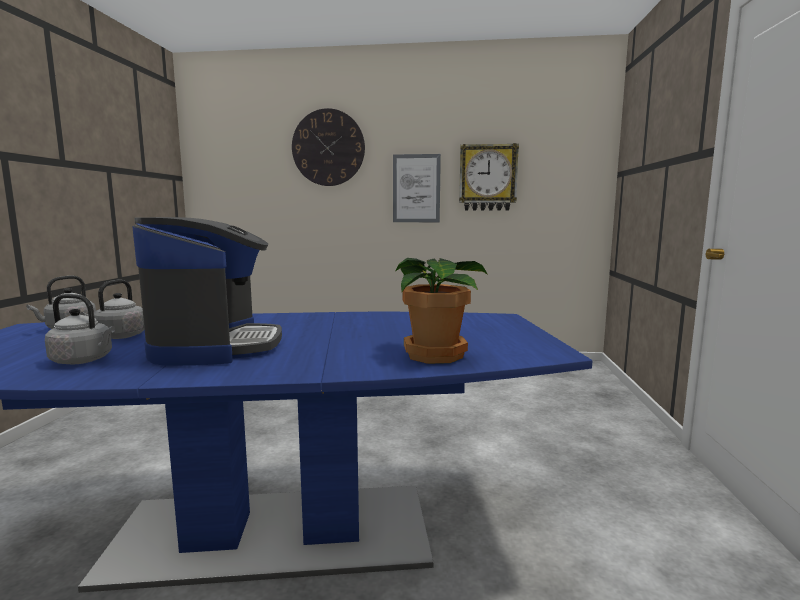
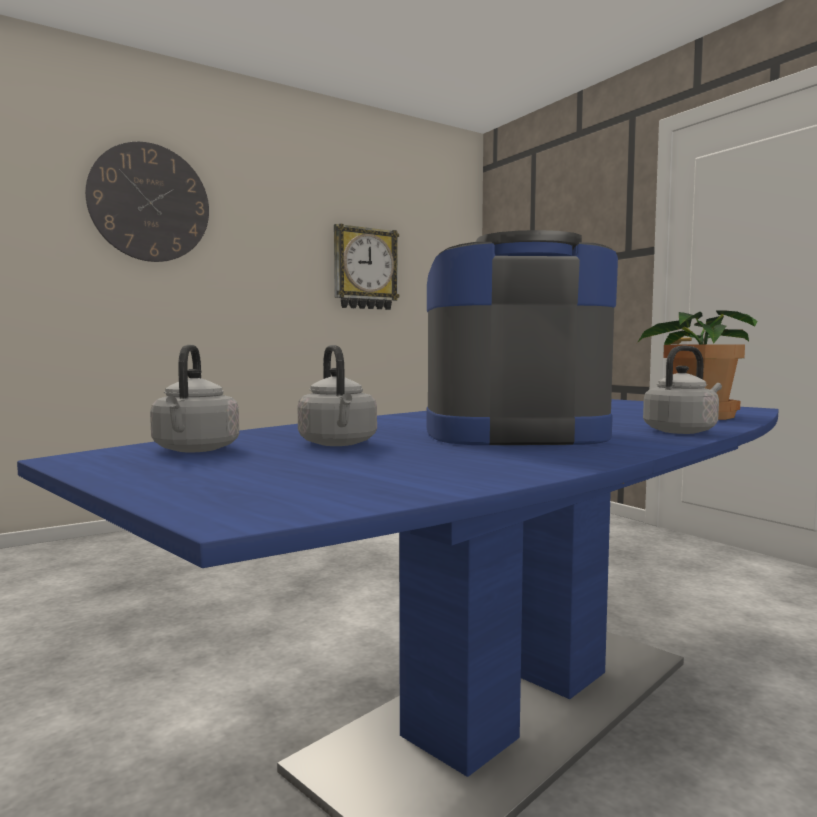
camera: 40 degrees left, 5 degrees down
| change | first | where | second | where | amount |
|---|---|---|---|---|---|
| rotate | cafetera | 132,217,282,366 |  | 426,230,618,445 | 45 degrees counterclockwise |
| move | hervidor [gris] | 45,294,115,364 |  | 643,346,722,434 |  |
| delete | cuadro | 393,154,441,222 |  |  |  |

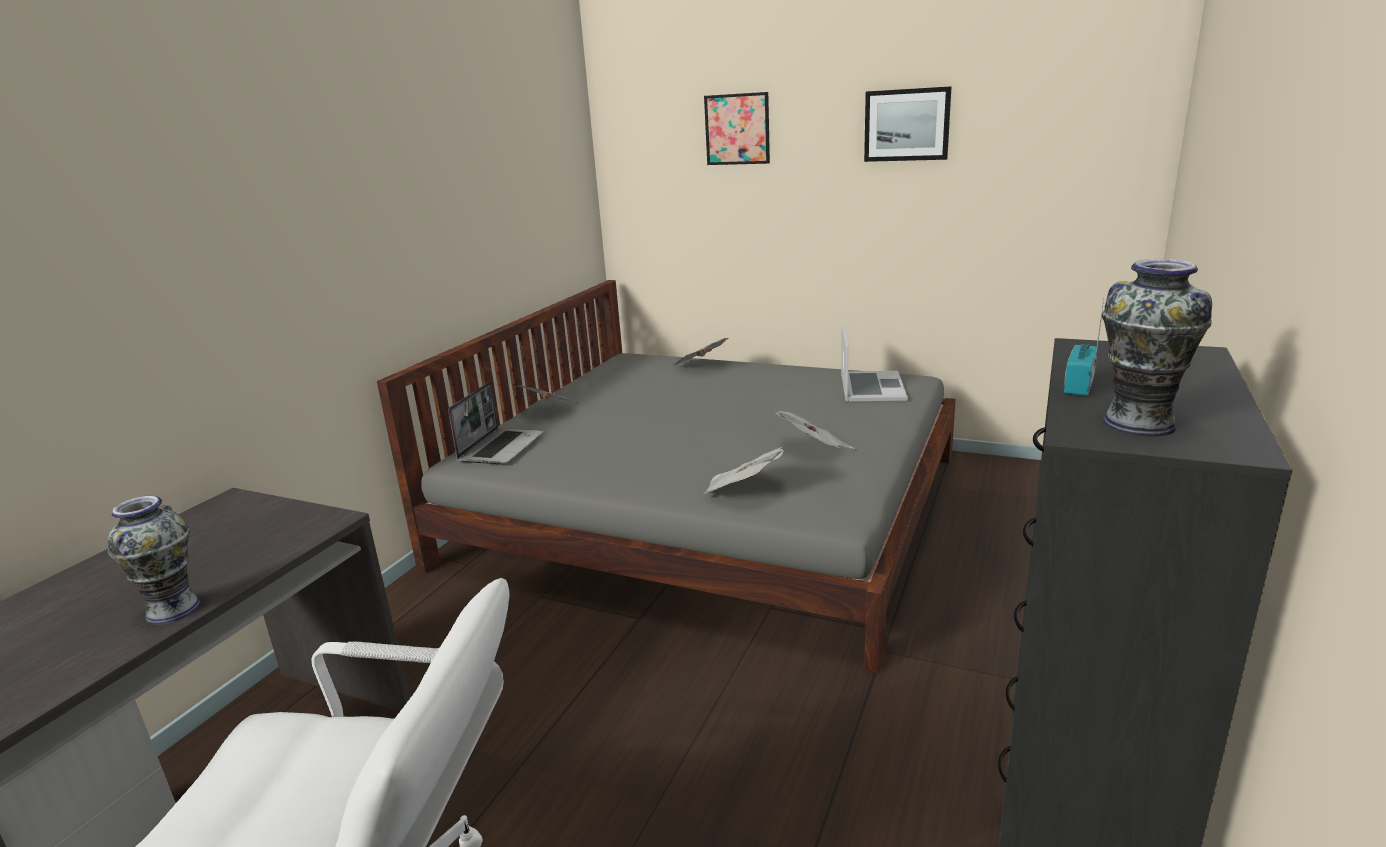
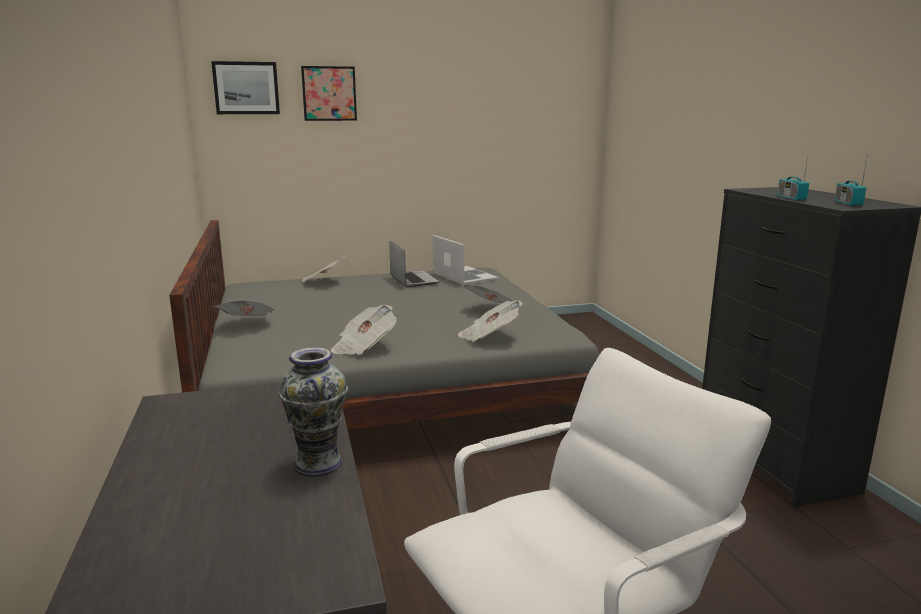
camera: 40 degrees left, 5 degrees down
| change | first | where | second | where | amount |
|---|---|---|---|---|---|
| move | cuadro | 864,86,952,162 |  | 211,61,280,114 |  |
| insert |  |  | periódico | 331,305,397,355 |  |
| move | portátil | 448,382,543,464 |  | 389,241,439,287 |  |
| replace | florero | 1102,259,1212,436 | radio | 835,153,868,206 |  |

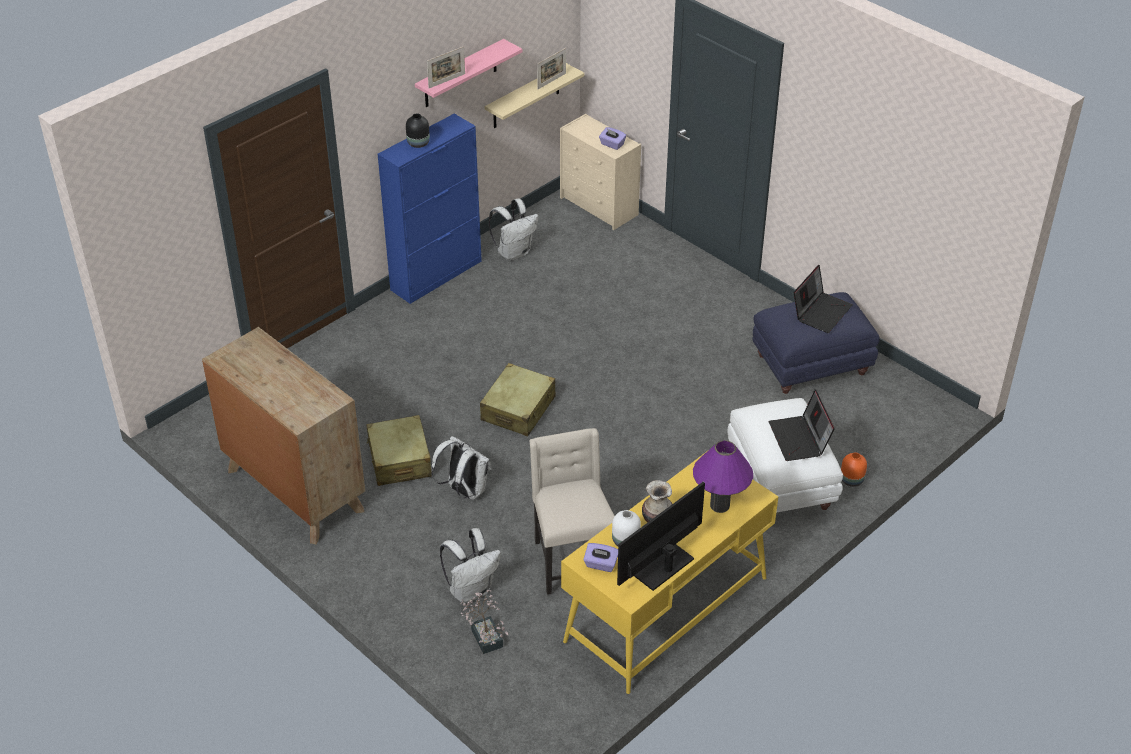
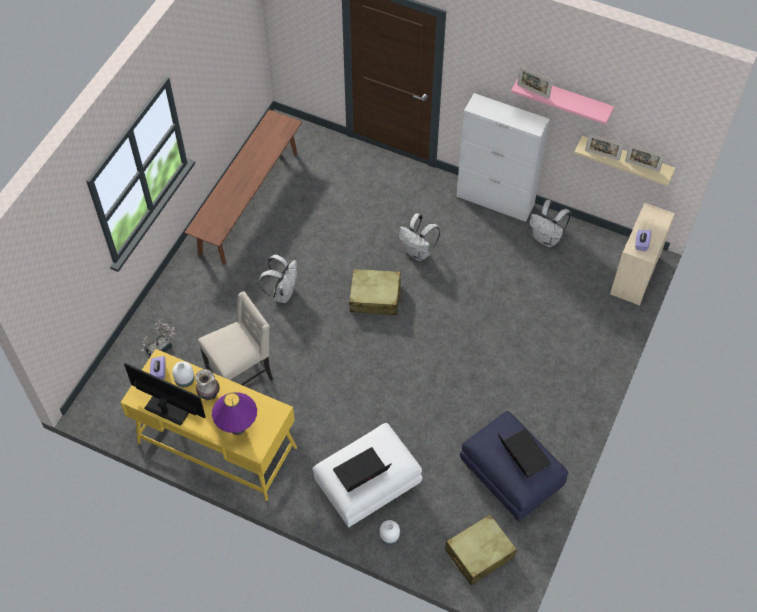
camera: 70 degrees right, 15 degrees up
| change | first | where | second | where | amount |
|---|---|---|---|---|---|
| replace | cómoda [marrón] | 202,327,365,544 | banco [marrón] | 184,110,302,265 |  |
| recolor | florero [naranja] | 841,452,867,487 | florero [blanco] | 380,520,400,545 |  |
| move | mochila [blanco] | 440,528,501,603 |  | 398,213,440,261 |  |
| move | maleta [beis] | 366,415,432,486 |  | 445,514,517,585 |  |
| recolor | armario [azul] | 378,114,482,304 | armario [blanco] | 456,93,550,222 |  |
| rotate | portátil | 794,265,853,333 |  | 498,429,551,478 | 135 degrees counterclockwise |
| insert |  |  | portarretratos | 585,134,624,161 |  |
| delete | florero [negro] | 406,113,430,148 |  |  |  |

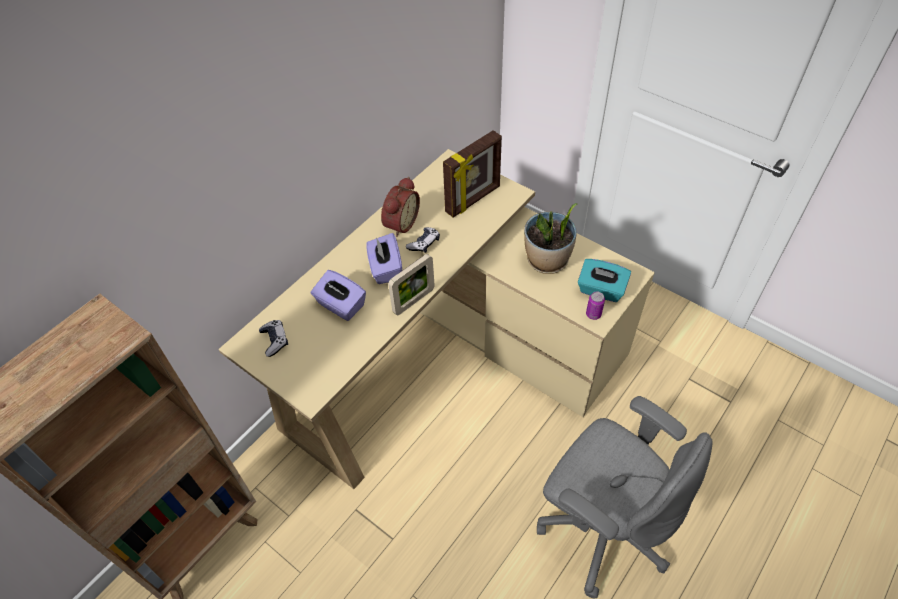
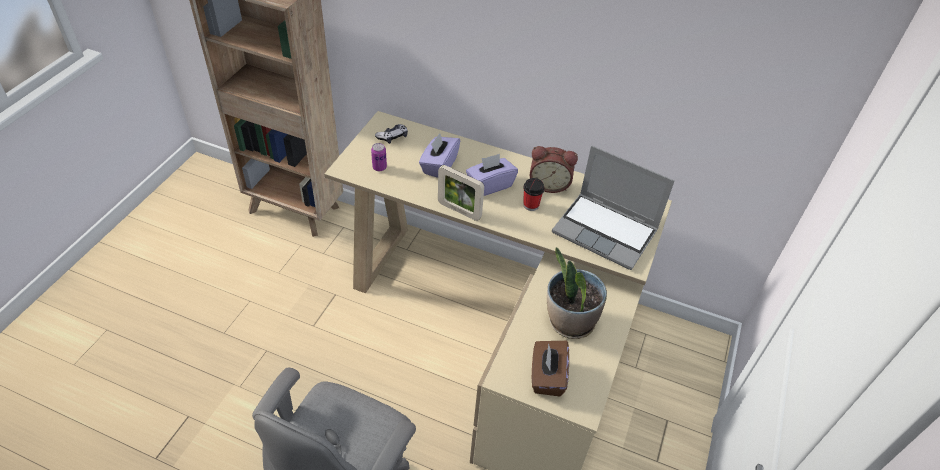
camera: 70 degrees right, 5 degrees down
| change | first | where | second | where | amount |
|---|---|---|---|---|---|
| move | lata | 586,292,605,320 |  | 371,143,387,171 |  |
| replace | mando de consola | 406,227,440,253 | taza | 523,178,544,211 |  |
| recolor | caja de pañuelos [turquesa] | 578,259,631,302 | caja de pañuelos [marrón] | 532,341,569,396 |  |
| replace | portarretratos | 443,130,502,217 | portátil | 552,146,675,270 |  |

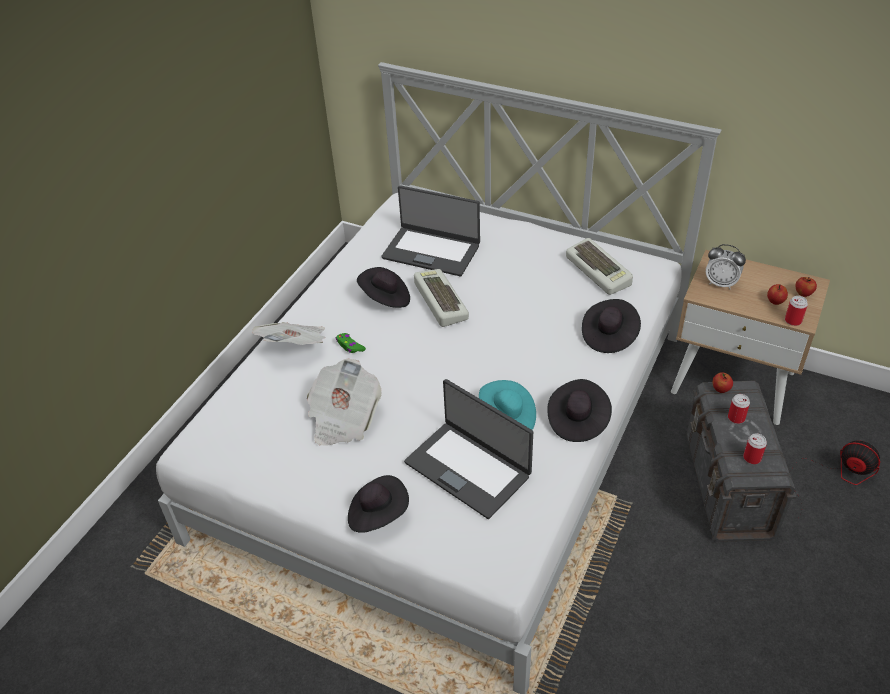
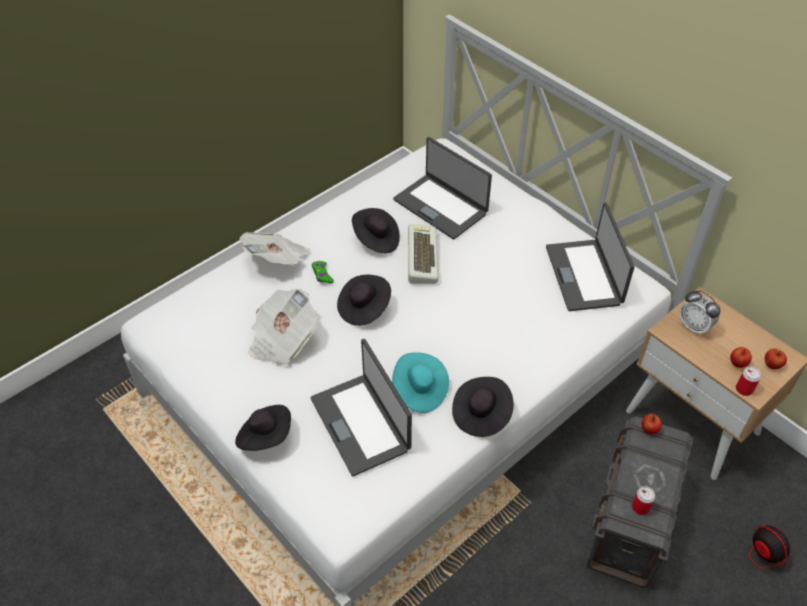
camera: 20 degrees right, 5 degrees up
| change | first | where | second | where | amount |
|---|---|---|---|---|---|
| move | sombrero [negro] | 582,299,641,353 |  | 337,275,391,326 |  |
| replace | teclado | 566,238,633,295 | portátil | 546,202,635,311 |  |
| delete | lata | 728,394,750,424 |  |  |  |

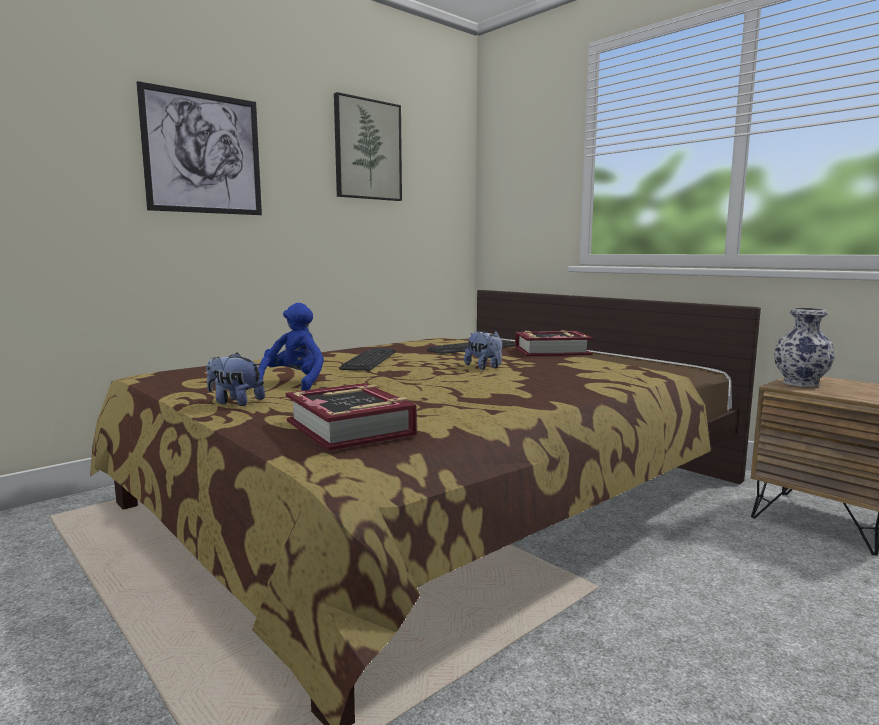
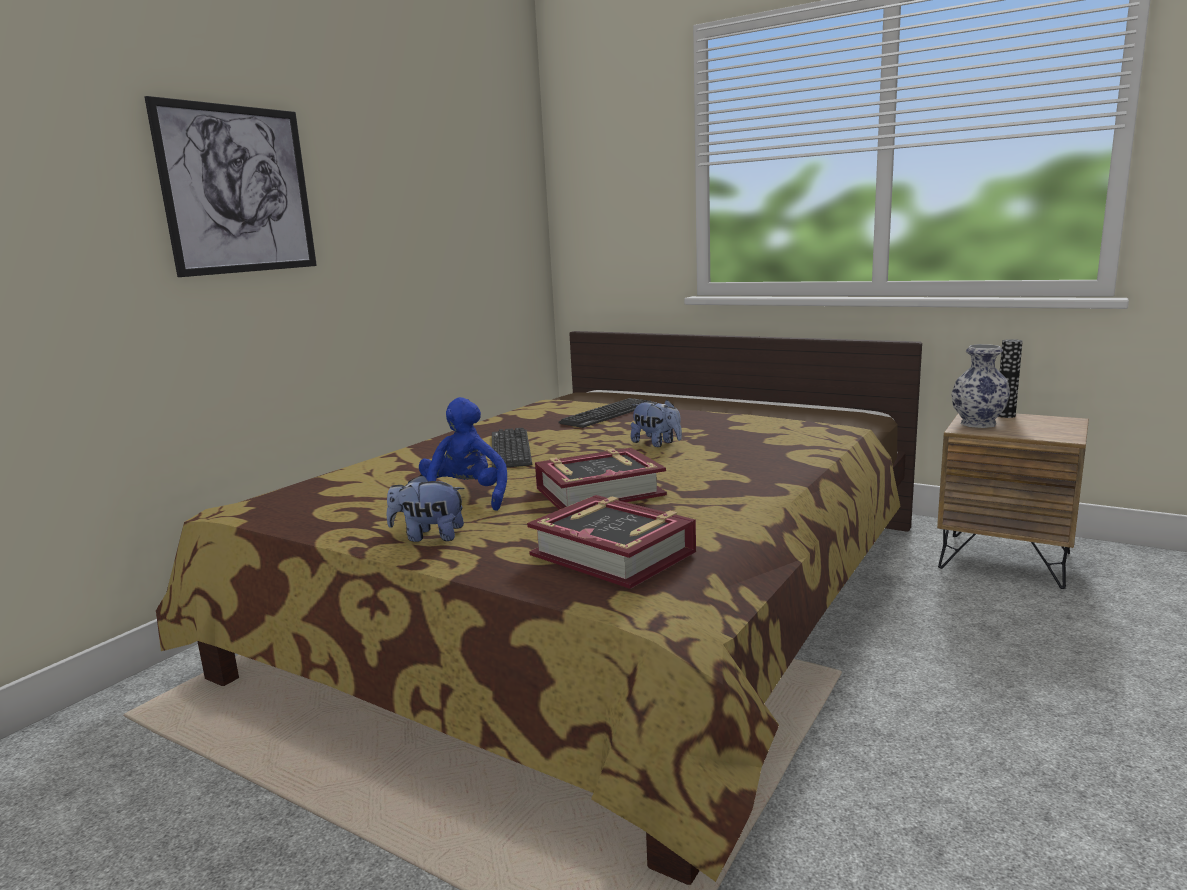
camera: 15 degrees left, 5 degrees up
| change | first | where | second | where | amount |
|---|---|---|---|---|---|
| move | libro | 515,330,593,356 |  | 535,448,667,510 |  |
| insert |  |  | florero | 998,339,1023,418 |  |
| delete | cuadro | 334,92,402,201 |  |  |  |

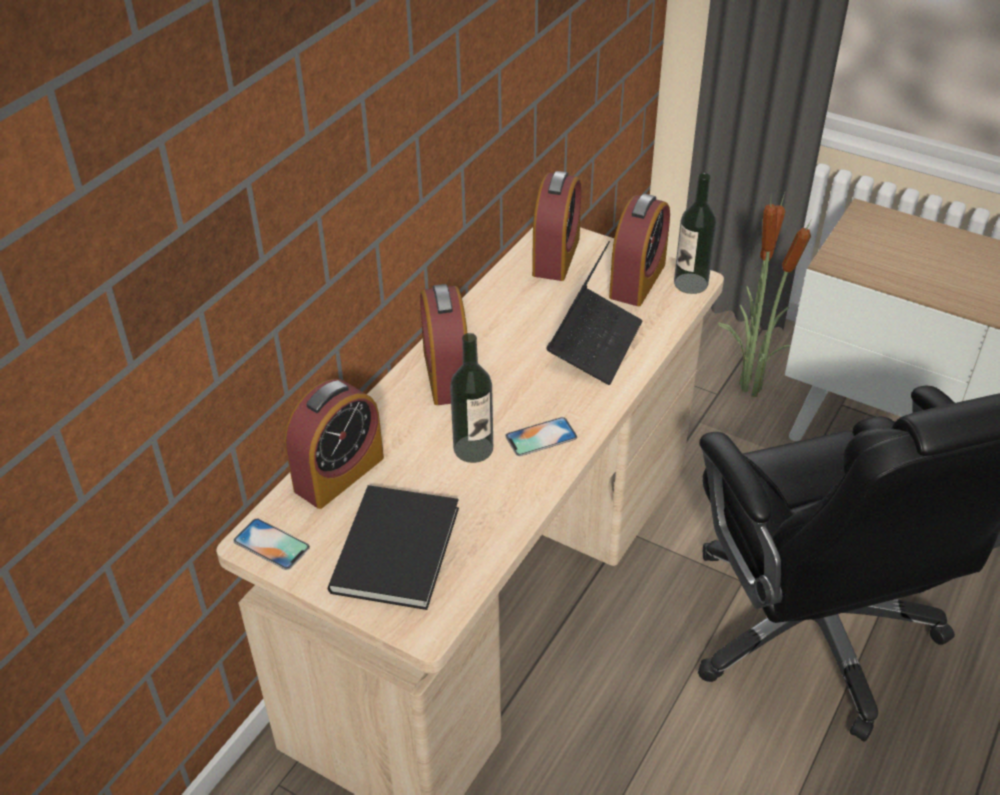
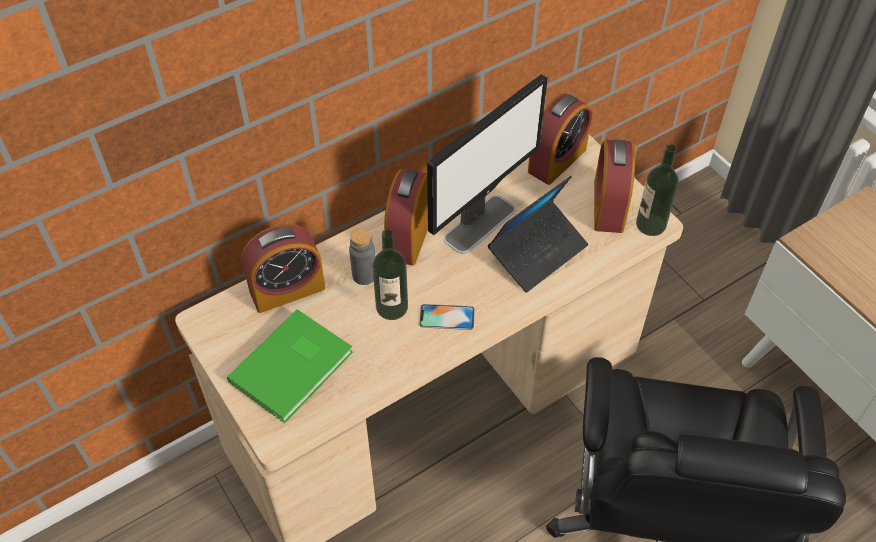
camera: 25 degrees right, 10 degrees up
| change | first | where | second | where | amount |
|---|---|---|---|---|---|
| recolor | libro [negro] | 328,485,459,610 | libro [verde] | 227,309,353,423 |  |
| insert |  |  | botella [gris] | 349,228,375,285 |  |
| insert |  |  | monitor | 427,74,548,253 |  |
| rotate | despertador | 609,194,670,306 |  | 594,140,635,233 | 135 degrees clockwise |
| delete | móvil | 233,519,310,570 |  |  |  |
| delete | planta en maceta | 718,193,811,397 |  |  |  |

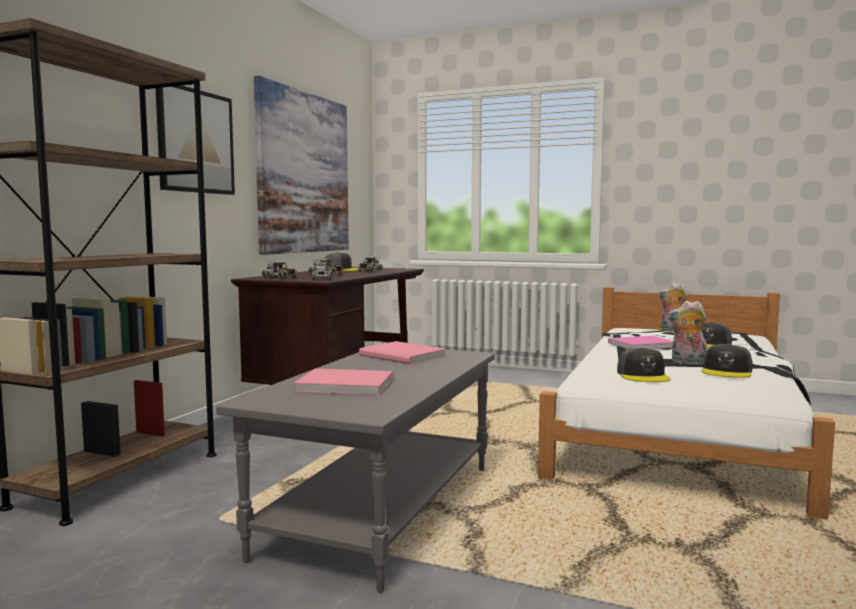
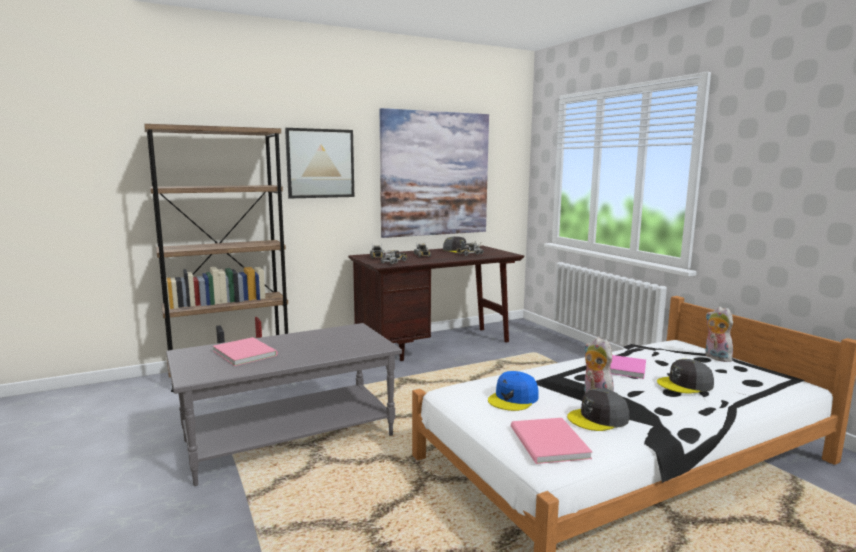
camera: 40 degrees right, 5 degrees up
| change | first | where | second | where | amount |
|---|---|---|---|---|---|
| recolor | gorra [gris] | 617,347,671,382 | gorra [azul] | 488,371,538,411 |  |
| move | libro [rosa] | 359,341,446,364 |  | 511,418,592,464 |  |

